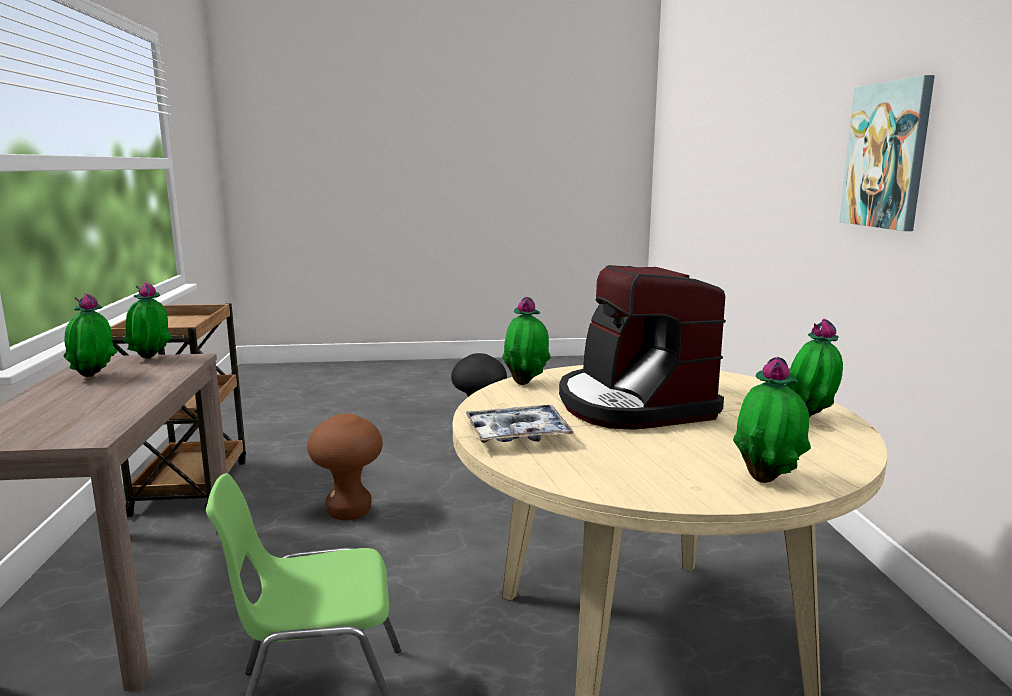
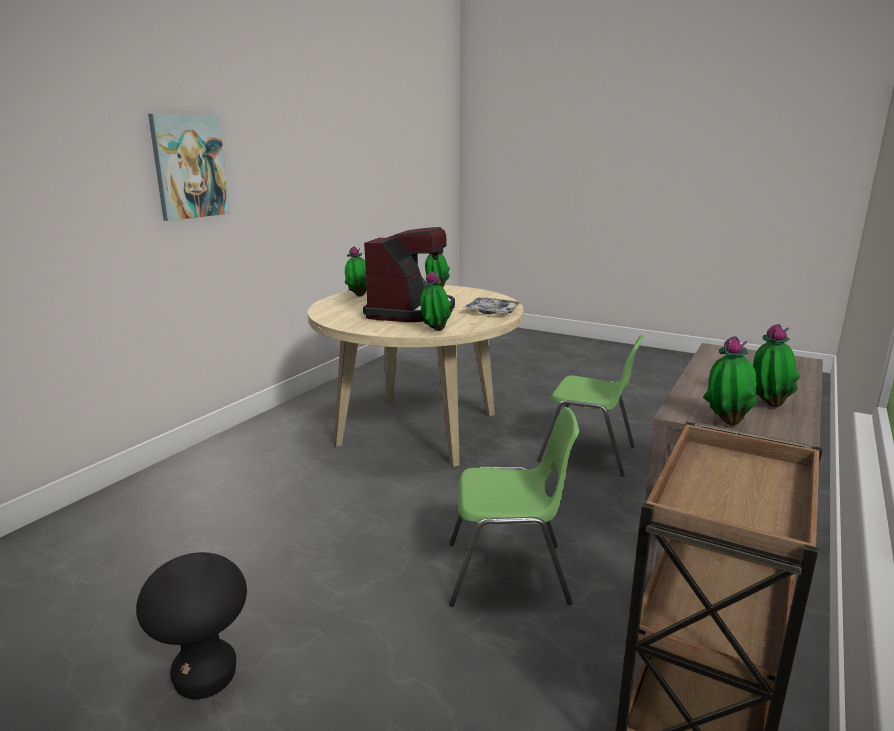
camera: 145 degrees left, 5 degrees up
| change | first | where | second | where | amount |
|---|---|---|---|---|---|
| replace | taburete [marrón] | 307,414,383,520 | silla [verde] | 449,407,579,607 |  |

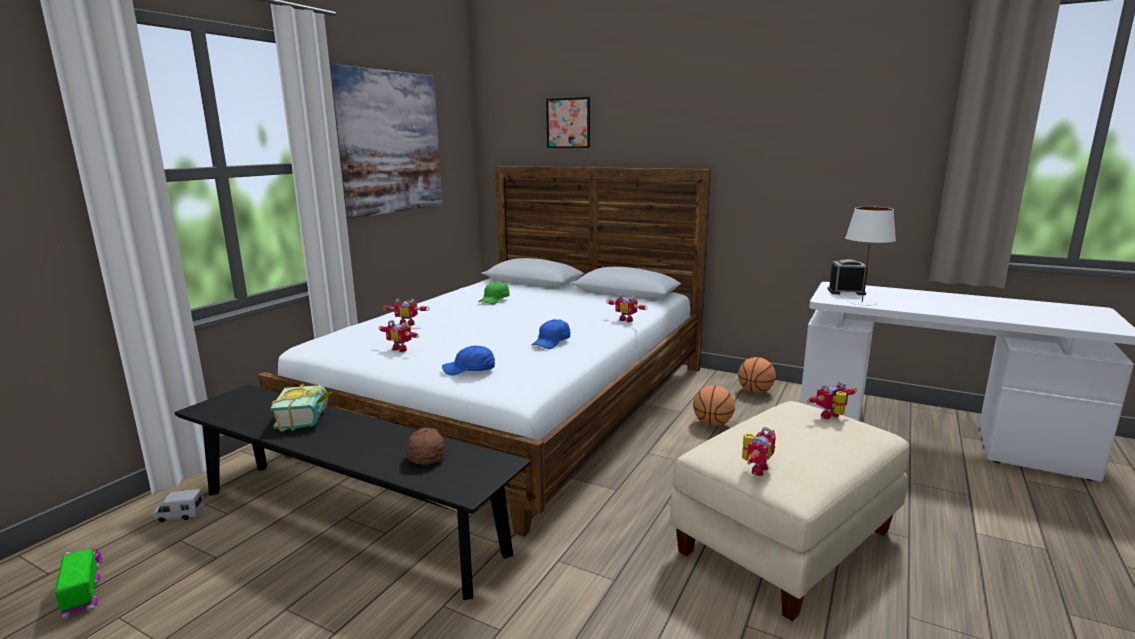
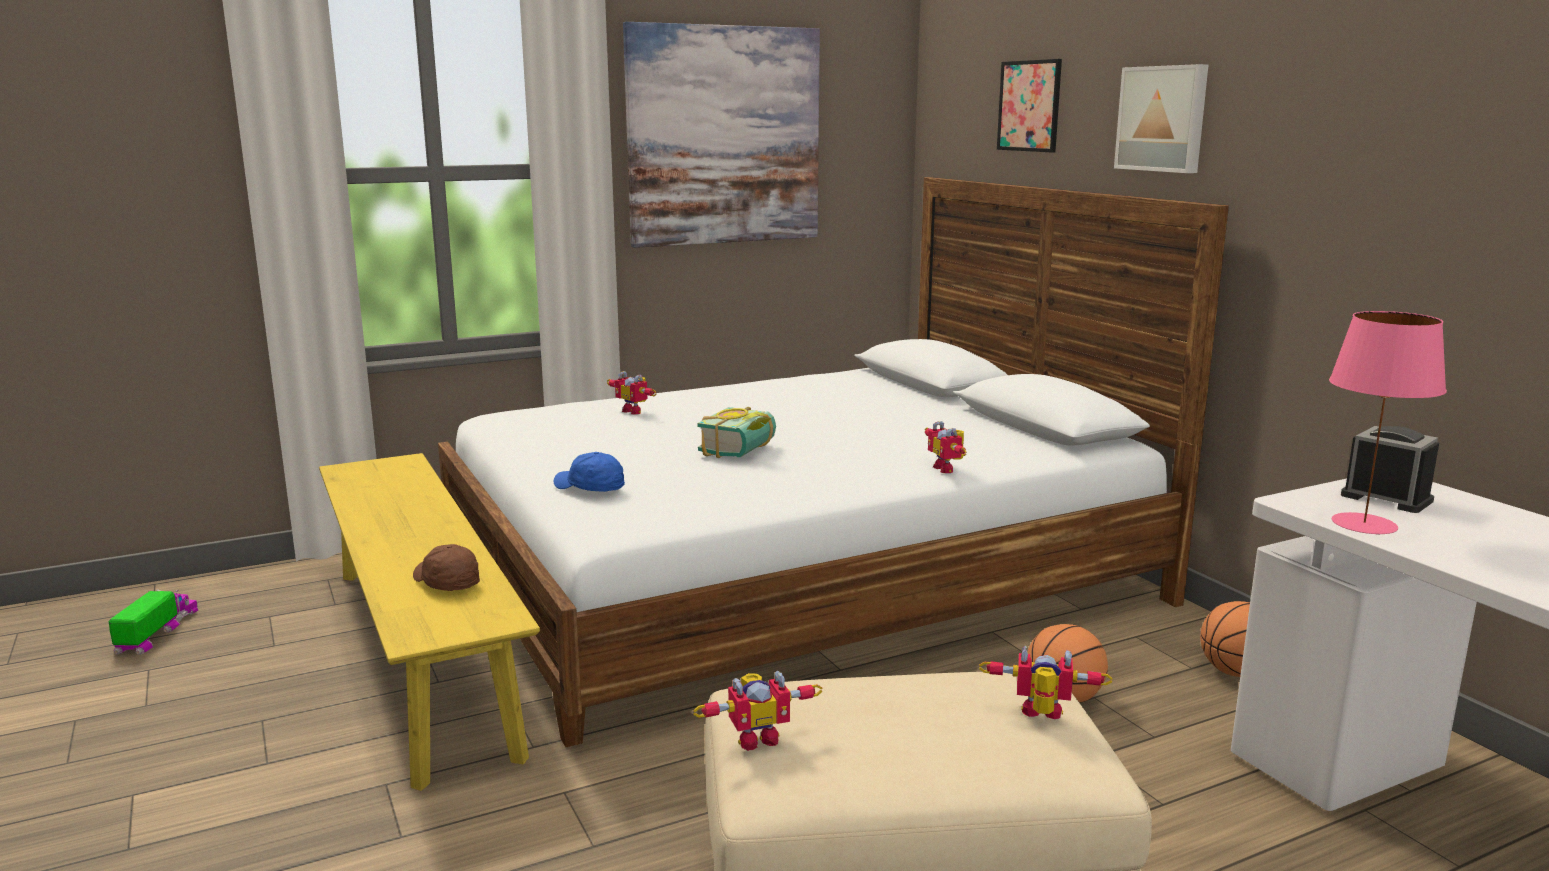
camera: 35 degrees right, 0 degrees up
| change | first | where | second | where | amount |
|---|---|---|---|---|---|
| recolor | banco [negro] | 174,384,531,600 | banco [amarillo] | 319,453,540,791 |  |
| rotate | gorra [marrón] | 407,428,445,465 |  | 413,544,480,591 | 60 degrees counterclockwise |
| move | libro | 271,384,332,432 |  | 697,407,776,458 |  |
| insert |  |  | cuadro | 1114,64,1208,173 |  |
| recolor | lámpara de mesa [blanco] | 845,207,896,306 | lámpara de mesa [rosa] | 1329,311,1447,535 |  |
| delete | camión de juguete | 152,489,205,523 |  |  |  |
| delete | robot de juguete | 378,320,419,352 |  |  |  |
| delete | gorra [verde] | 479,282,509,304 |  |  |  |
| delete | gorra [azul] | 532,319,570,349 |  |  |  |

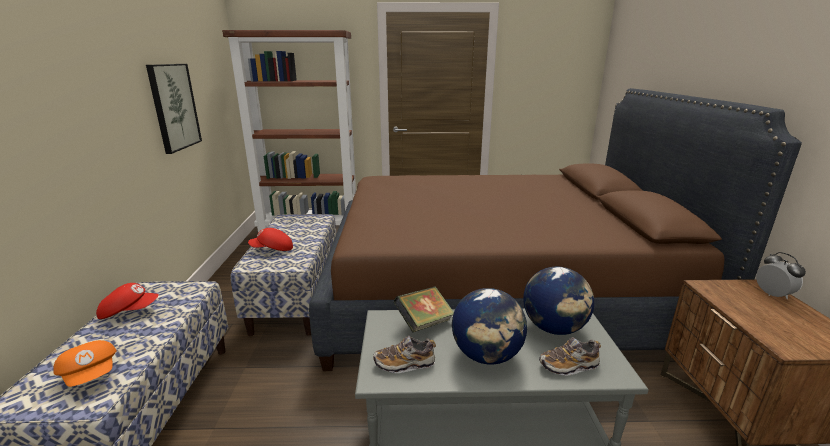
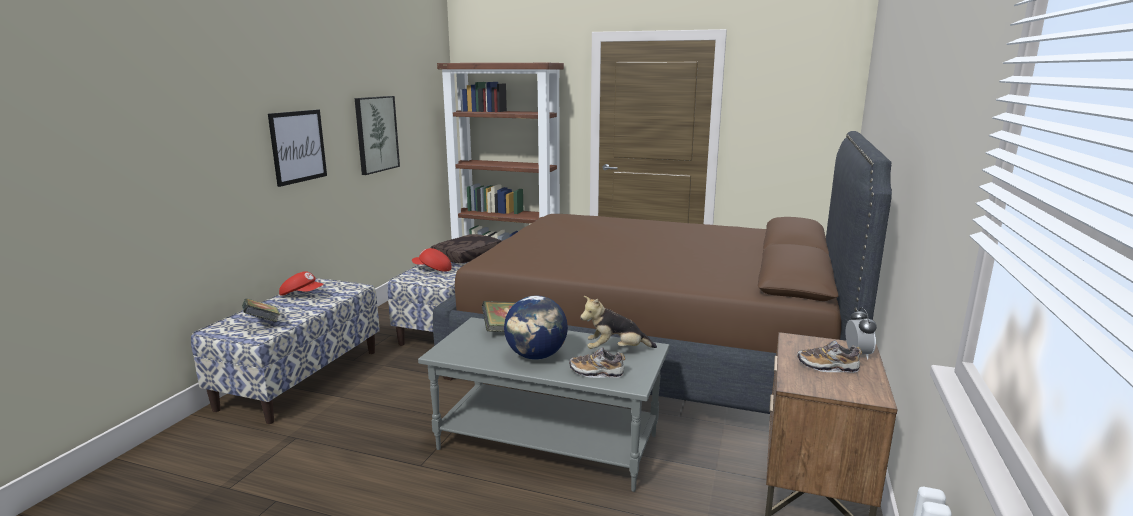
camera: 20 degrees right, 5 degrees down
| change | first | where | second | where | amount |
|---|---|---|---|---|---|
| replace | gorra [naranja] | 53,340,117,387 | libro | 242,299,281,322 |  |
| insert |  |  | cuadro | 268,109,327,187 |  |
| insert |  |  | cojín [marrón] | 431,234,502,263 |  |
| replace | globo terráqueo | 523,267,594,335 | peluche | 580,296,657,349 |  |
| move | zapato | 373,336,436,373 |  | 797,340,862,373 |  |

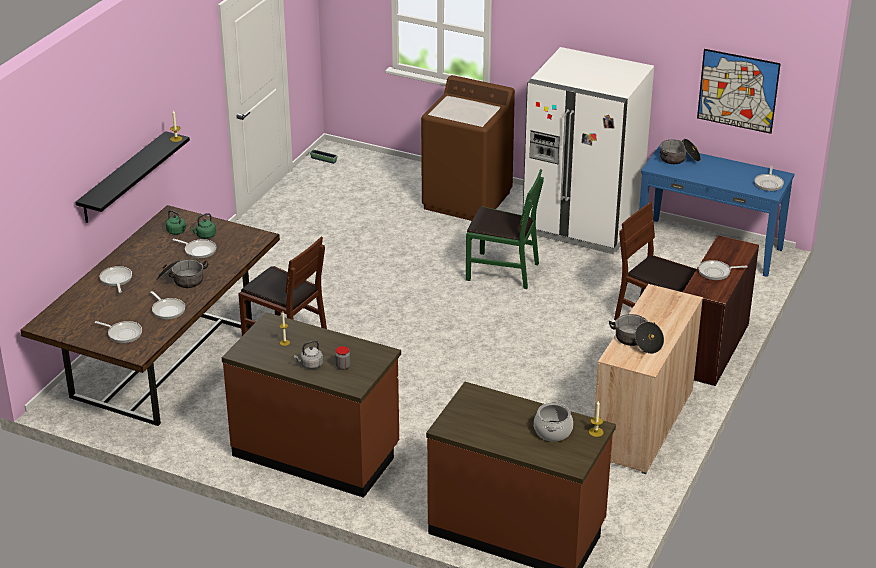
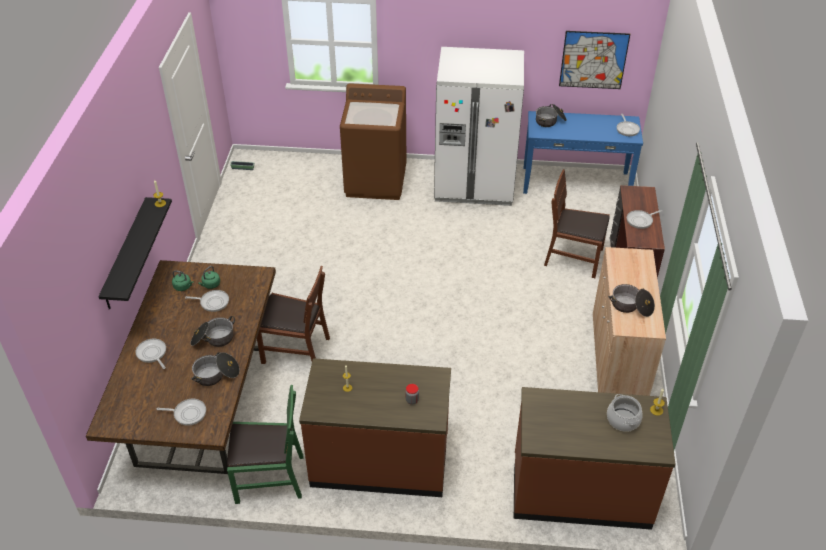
camera: 20 degrees left, 10 degrees up
| change | first | where | second | where | amount |
|---|---|---|---|---|---|
| replace | sartén | 150,291,185,320 | olla | 191,352,240,386 |  |
| move | silla [verde] | 466,169,544,289 |  | 227,385,304,504 |  |
| delete | hervidor [gris] | 294,340,323,369 |  |  |  |

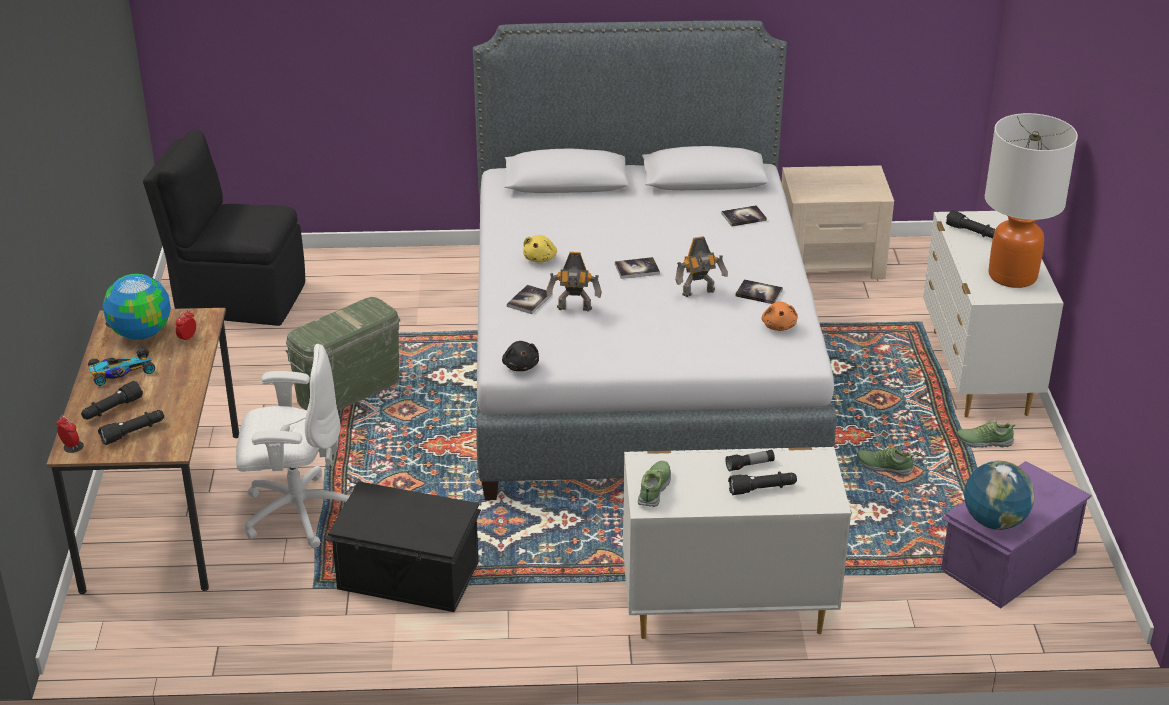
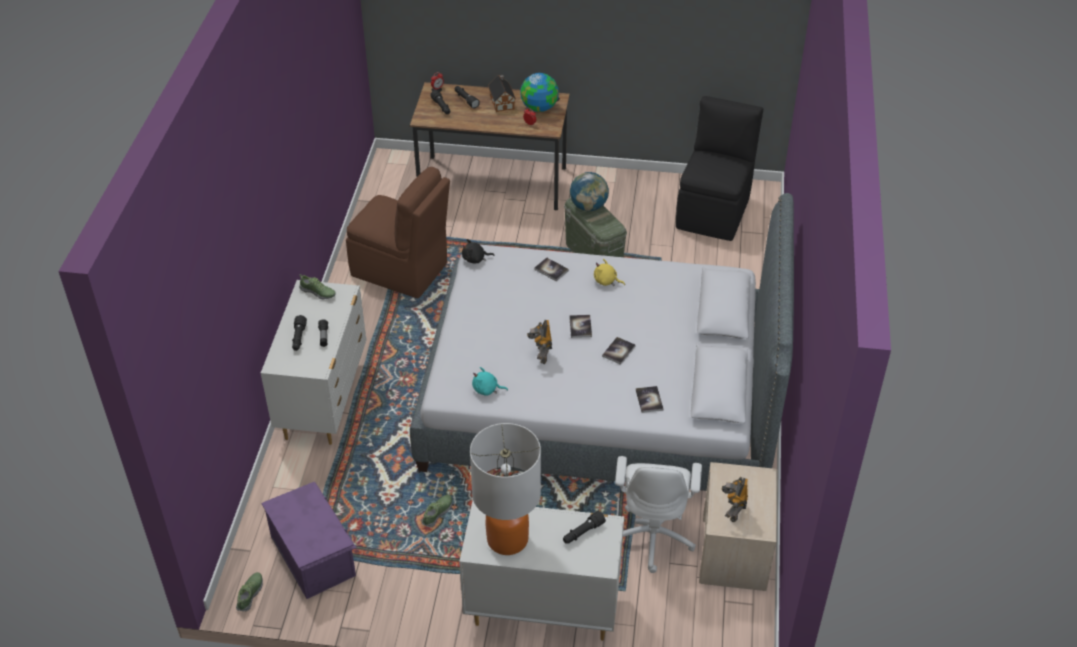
camera: 100 degrees right, 10 degrees up
| change | first | where | second | where | amount |
|---|---|---|---|---|---|
| move | zapato | 957,421,1016,448 |  | 236,572,263,611 |  |
| replace | caja de almacenaje [negro] | 325,481,481,612 | silla [marrón] | 346,167,450,298 |  |
| recolor | peluche [naranja] | 762,301,798,331 | peluche [turquesa] | 472,367,508,396 |  |
| replace | coche de juguete | 88,348,155,386 | casita | 488,75,516,112 |  |
| move | globo terráqueo | 964,461,1035,530 |  | 570,172,609,211 |  |
| move | libro | 735,279,783,304 |  | 602,337,635,365 |  |
| move | silla de oficina [blanco] | 236,344,349,548 |  | 615,456,702,573 |  |
| move | robot de juguete | 546,252,602,312 |  | 722,477,748,522 |  |

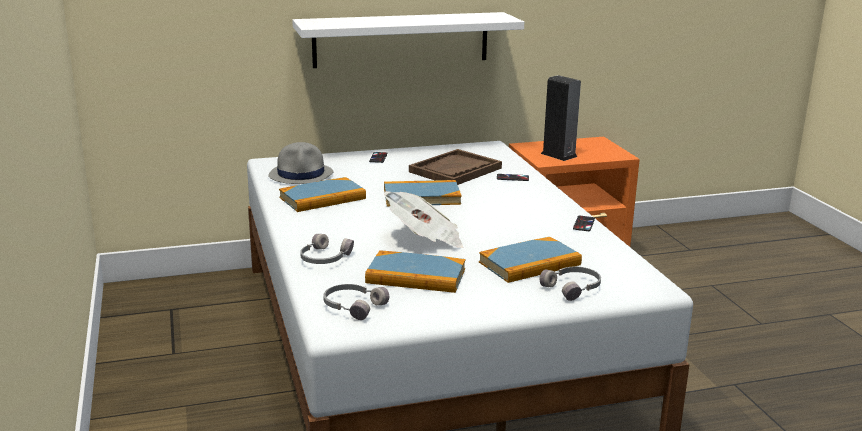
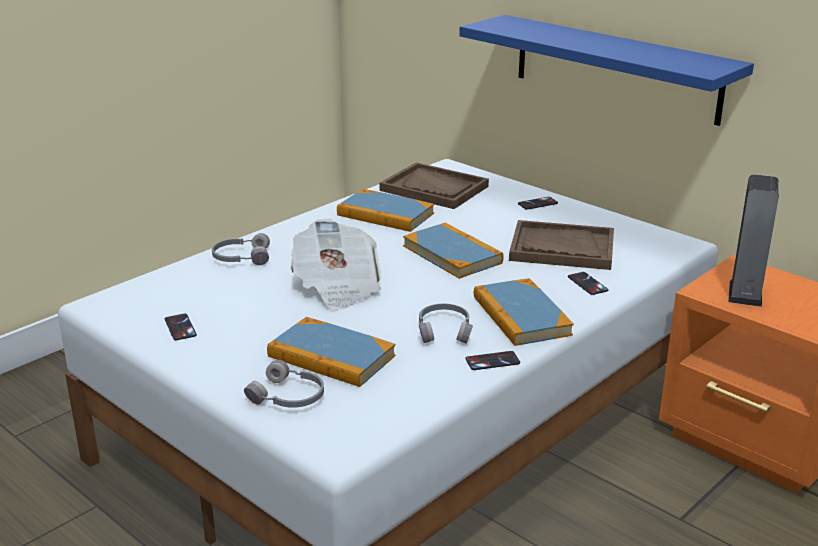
camera: 60 degrees right, 5 degrees up
| change | first | where | second | where | amount |
|---|---|---|---|---|---|
| insert |  |  | móvil | 165,314,197,340 |  |
| replace | sombrero [gris] | 268,142,334,184 | bandeja [marrón] | 379,162,489,209 |  |
| move | auriculares [gris] | 323,284,389,320 |  | 419,304,473,343 |  |
| recolor | estante [blanco] | 292,12,524,68 | estante [azul] | 459,15,754,126 |  |
| move | libro | 365,250,465,293 |  | 474,278,574,346 |  |

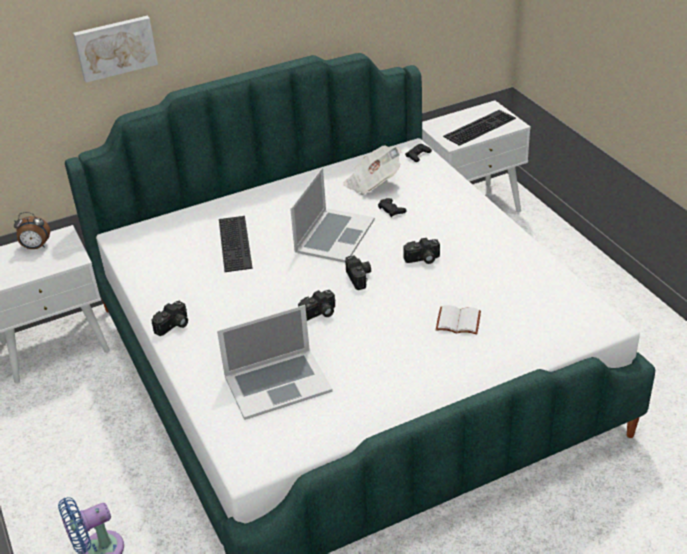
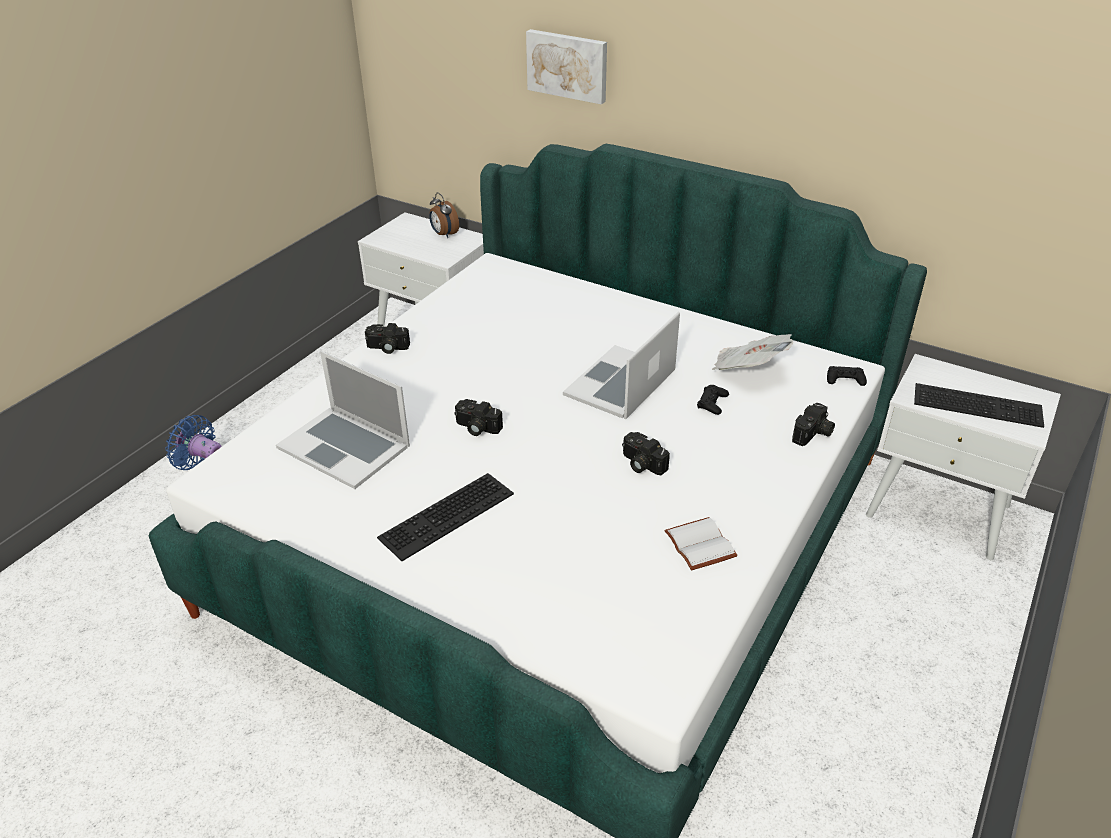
camera: 55 degrees right, 0 degrees up
| change | first | where | second | where | amount |
|---|---|---|---|---|---|
| move | teclado | 219,216,253,272 |  | 377,473,514,561 |  |
| rotate | portátil | 290,167,375,263 |  | 563,312,680,419 | 135 degrees clockwise |
| move | libro [blanco] | 436,305,481,335 |  | 664,517,738,571 |  |
| move | cámara | 345,255,371,290 |  | 792,403,835,446 |  |

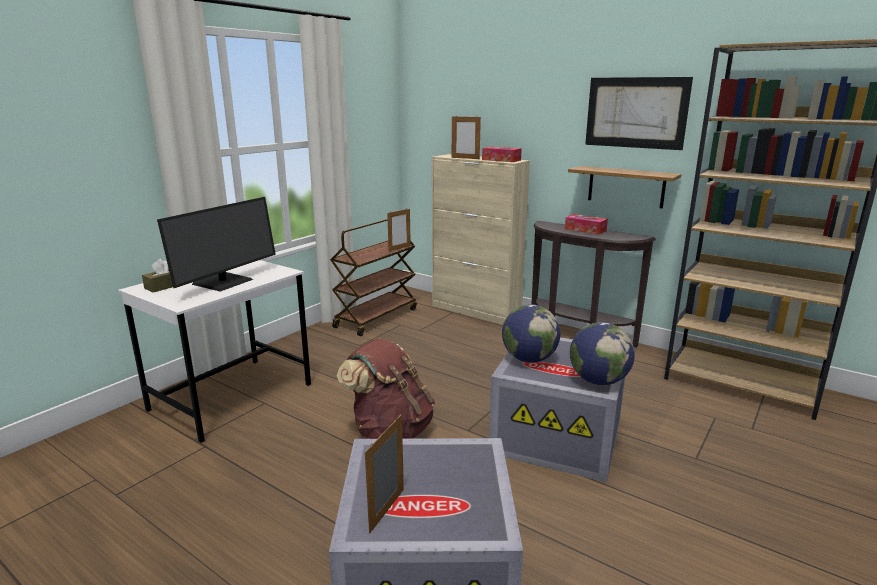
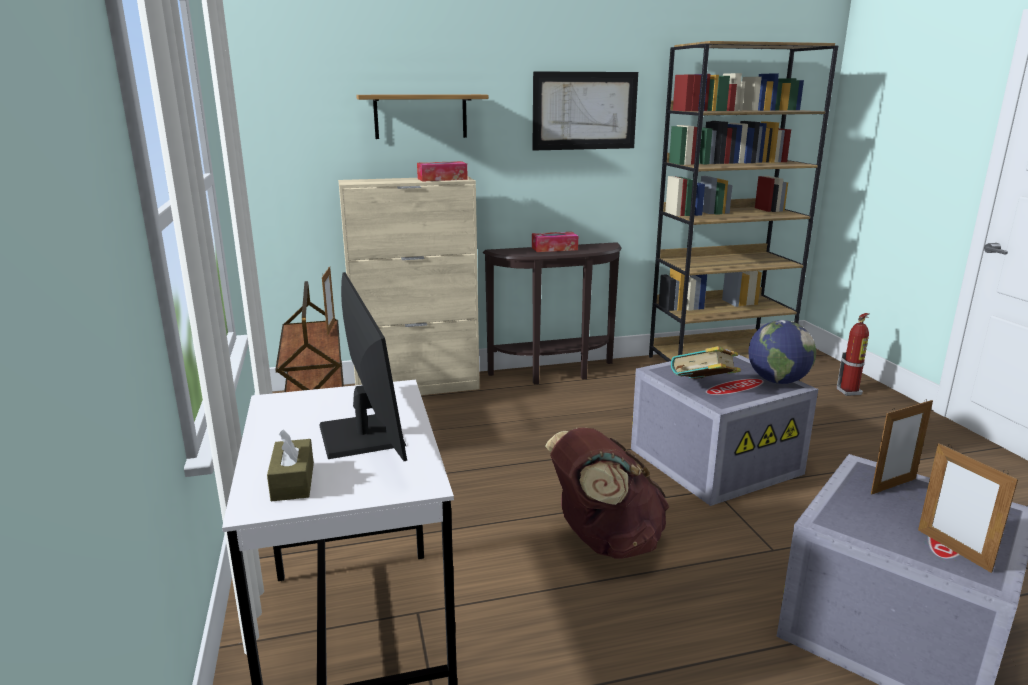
camera: 50 degrees left, 0 degrees up
| change | first | where | second | where | amount |
|---|---|---|---|---|---|
| move | estante | 568,166,682,209 |  | 356,94,489,139 |  |
| replace | globo terráqueo | 502,304,560,363 | libro | 671,346,741,379 |  |
| insert |  |  | extintor | 836,313,869,396 |  |
| move | portarretratos | 452,115,481,159 |  | 871,399,933,495 |  |

